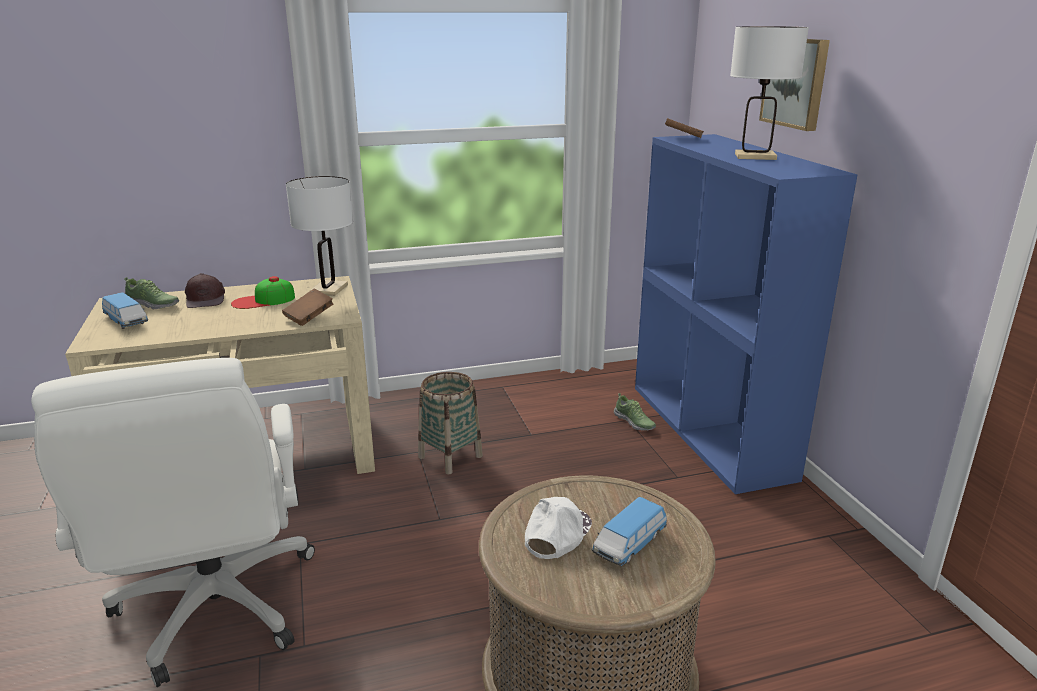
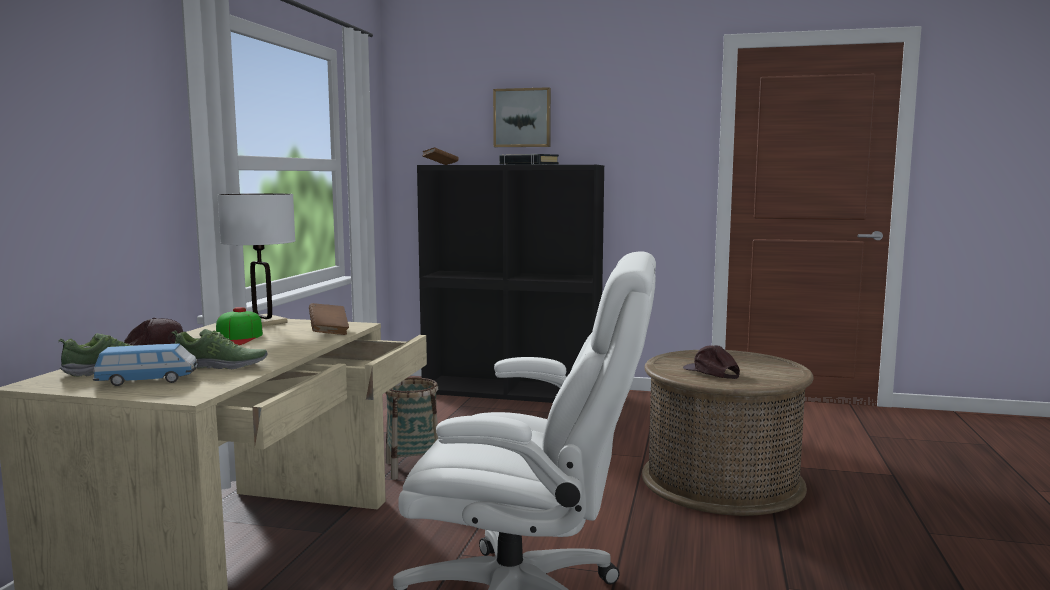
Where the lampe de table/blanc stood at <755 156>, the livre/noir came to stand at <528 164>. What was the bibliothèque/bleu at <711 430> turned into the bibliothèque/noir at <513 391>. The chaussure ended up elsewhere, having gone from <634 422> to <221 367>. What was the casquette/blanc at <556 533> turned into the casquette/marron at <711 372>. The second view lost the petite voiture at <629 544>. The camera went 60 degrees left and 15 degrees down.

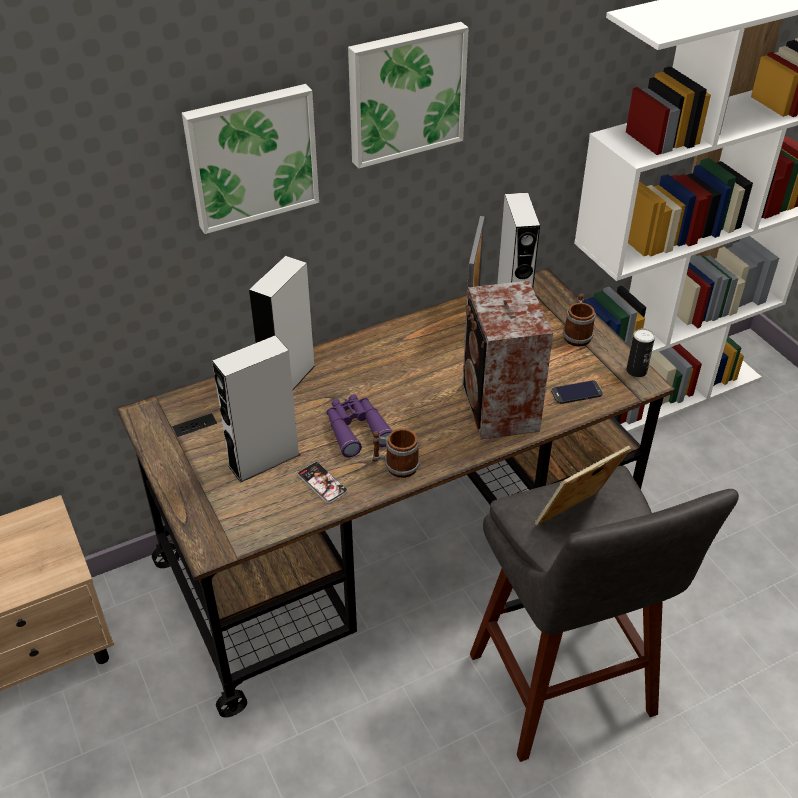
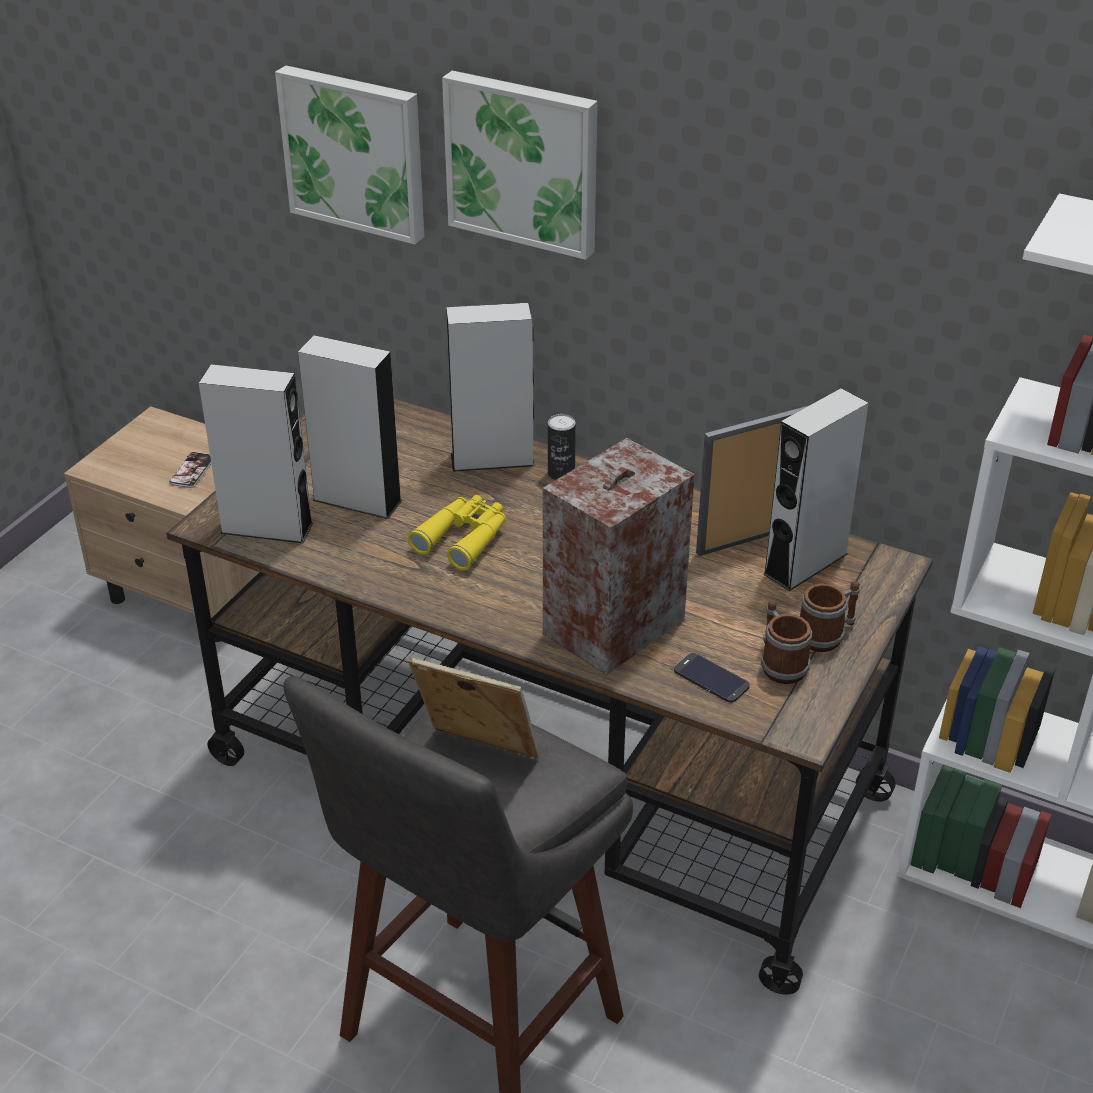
The tableau ended up elsewhere, having gone from <405 93> to <356 152>. The boîte métallique ended up elsewhere, having gone from <636 371> to <561 473>. What was the jumelles/violet at <356 429> turned into the jumelles/jaune at <464 538>. The mug ended up elsewhere, having gone from <395 465> to <779 663>. The téléphone ended up elsewhere, having gone from <322 483> to <192 471>. The second view gained the enceinte/gris at <267 528>. The camera went 55 degrees right and 5 degrees down.

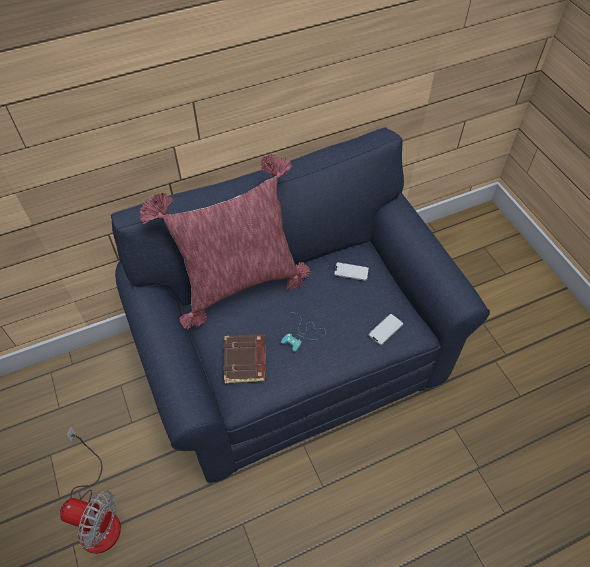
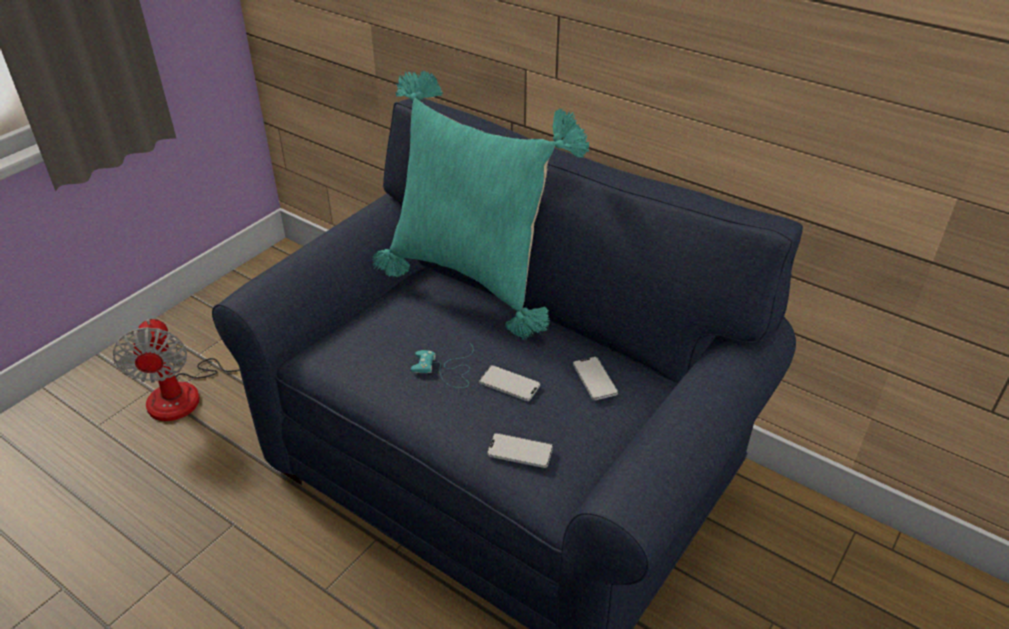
What was the coussin/rouge at <238 289> turned into the coussin/turquoise at <474 289>. The second view lost the livre/marron at <246 361>. The second view gained the téléphone at <509 384>. The camera went 60 degrees right and 15 degrees down.

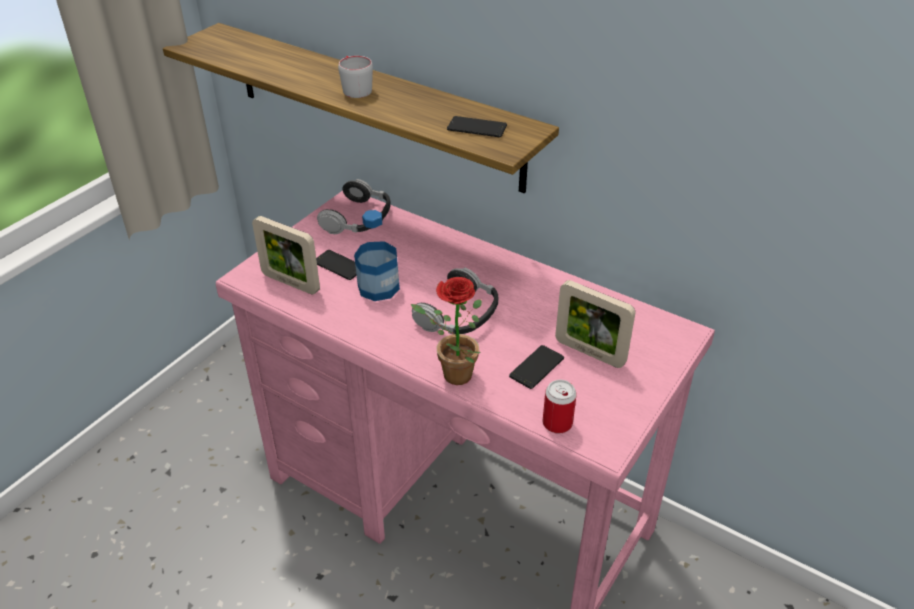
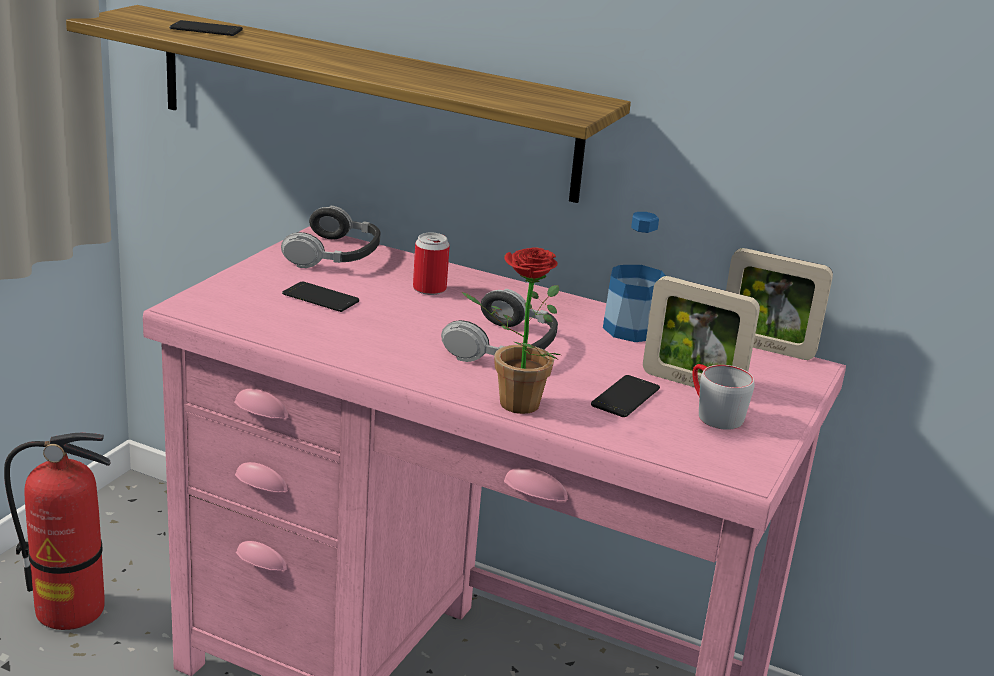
The mug/gris ended up elsewhere, having gone from <354 88> to <712 413>. The téléphone ended up elsewhere, having gone from <477 128> to <206 30>. The bouteille ended up elsewhere, having gone from <378 287> to <631 329>. The cadre photo ended up elsewhere, having gone from <290 283> to <766 348>. The boîte métallique ended up elsewhere, having gone from <557 423> to <429 289>. The second view gained the extincteur at <71 610>. The camera went 10 degrees left and 15 degrees down.

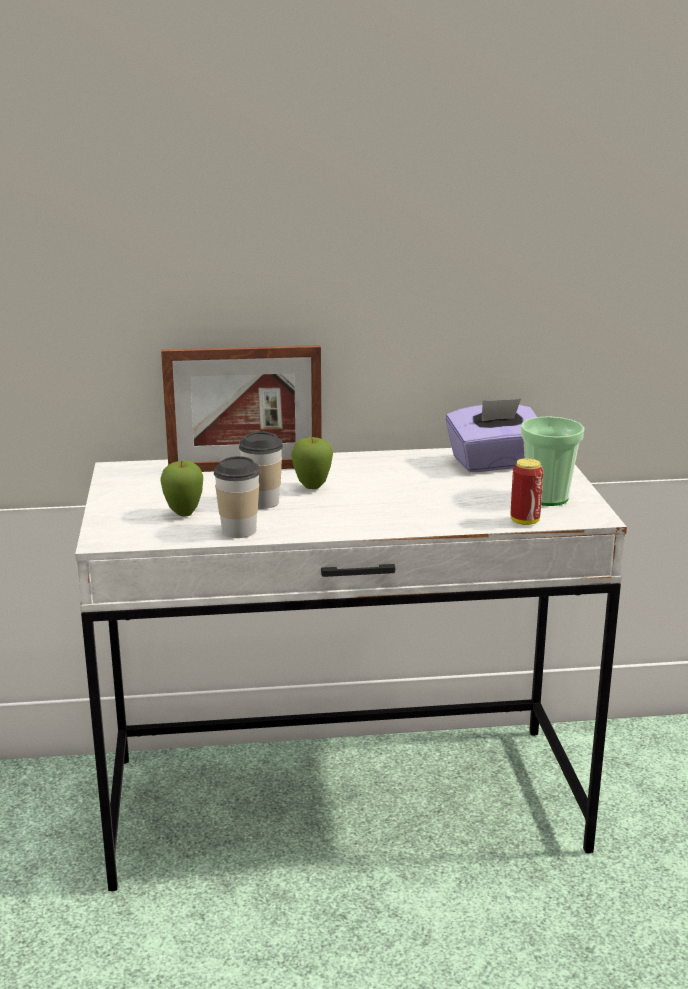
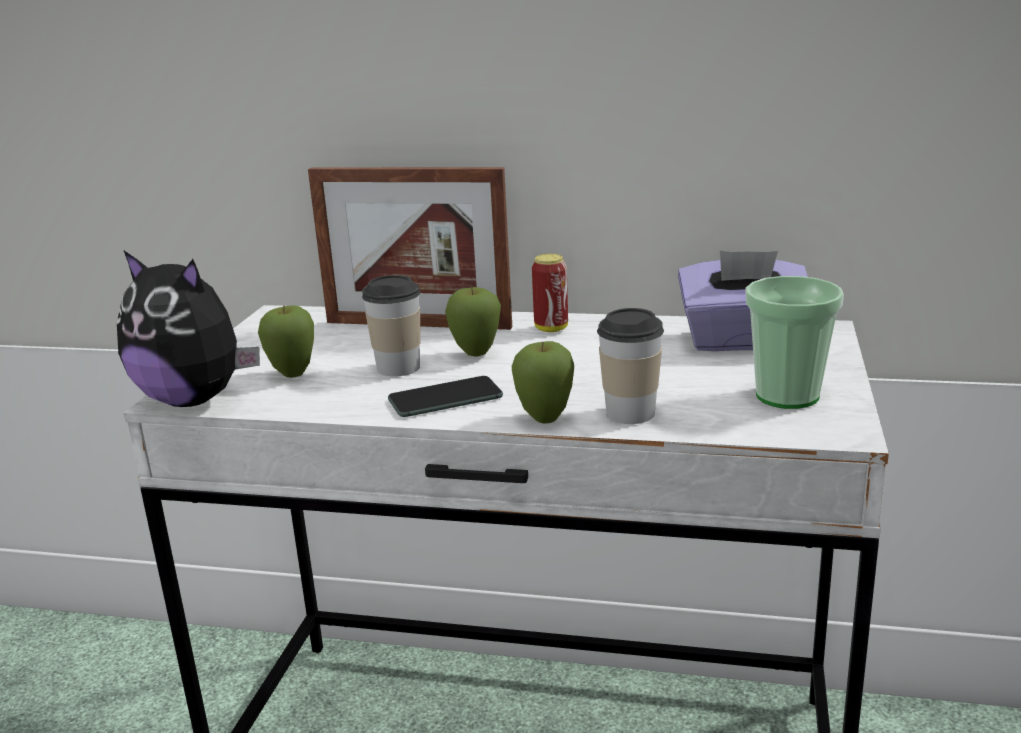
The tasse ended up elsewhere, having gone from <239 530> to <630 413>. The boîte métallique ended up elsewhere, having gone from <524 521> to <551 328>. The second view gained the peluche at <195 399>. The second view gained the pomme at <545 419>. The second view gained the téléphone at <445 398>. The camera went 20 degrees right and 0 degrees up.

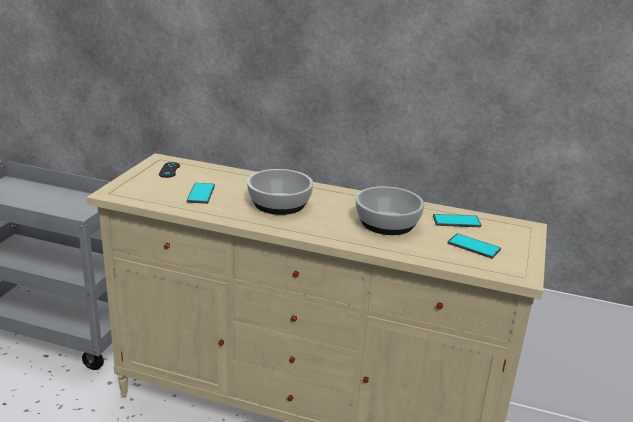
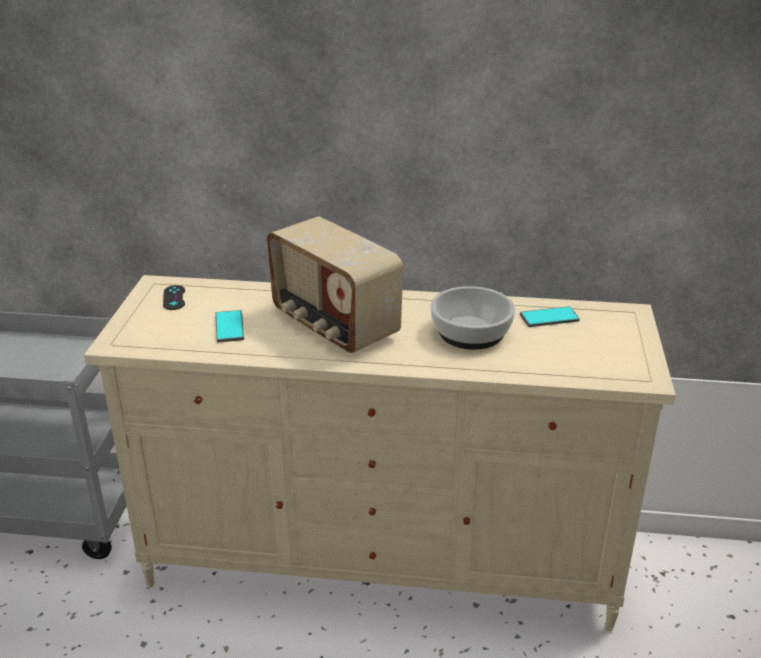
Where the bol stood at <280 203>, the radio came to stand at <333 325>. The second view lost the téléphone at <473 246>. The camera went 10 degrees left and 5 degrees up.

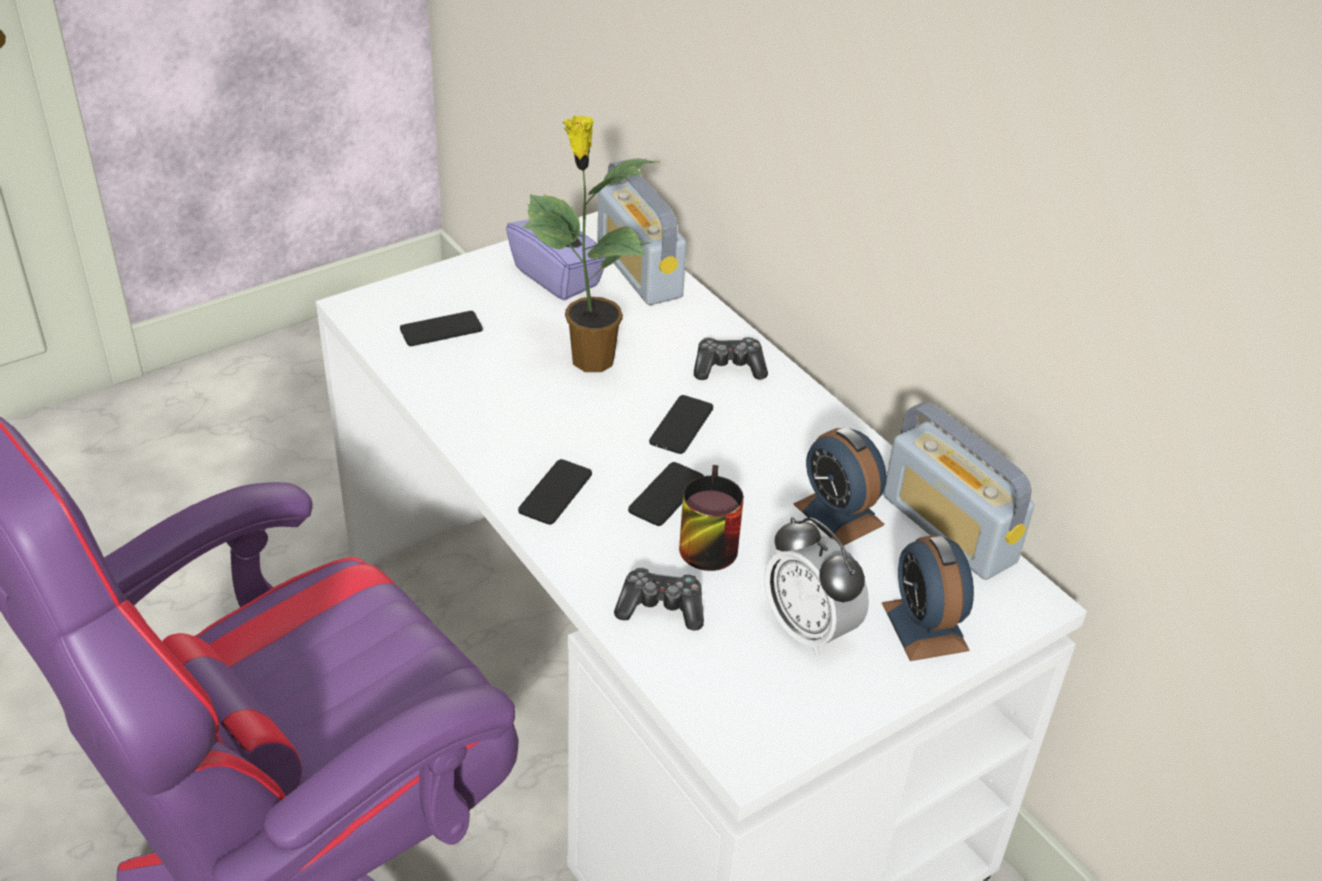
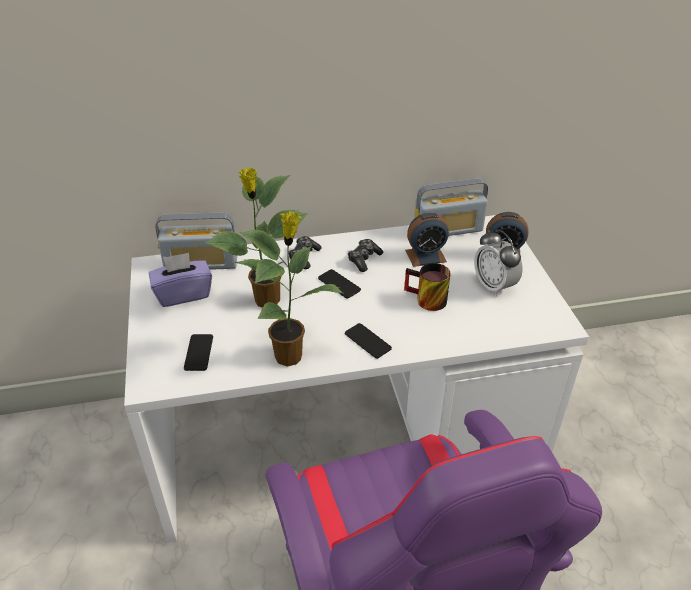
The second view lost the téléphone at <666 495>. The réveil at <809 629> ended up facing another way, 75 degrees clockwise from before. The manette ended up elsewhere, having gone from <661 608> to <364 259>. The second view gained the plante en pot at <290 355>. The camera went 65 degrees left and 0 degrees up.

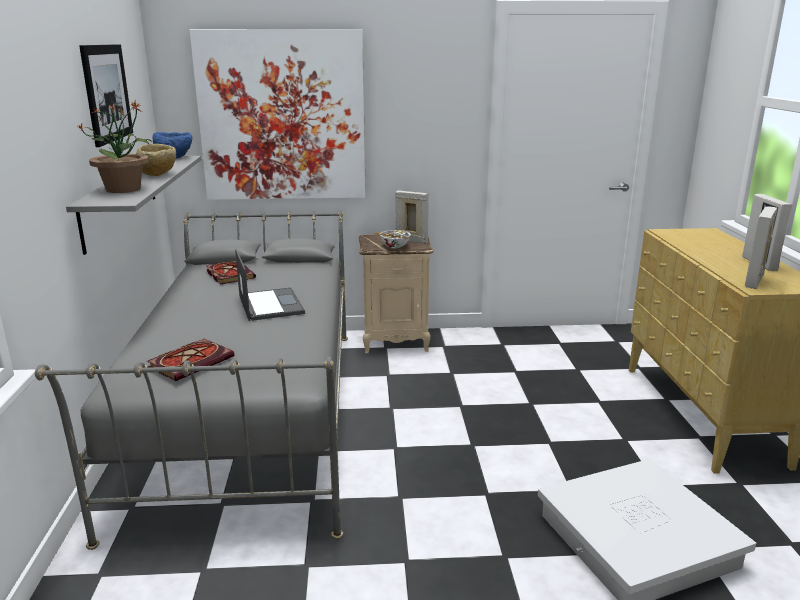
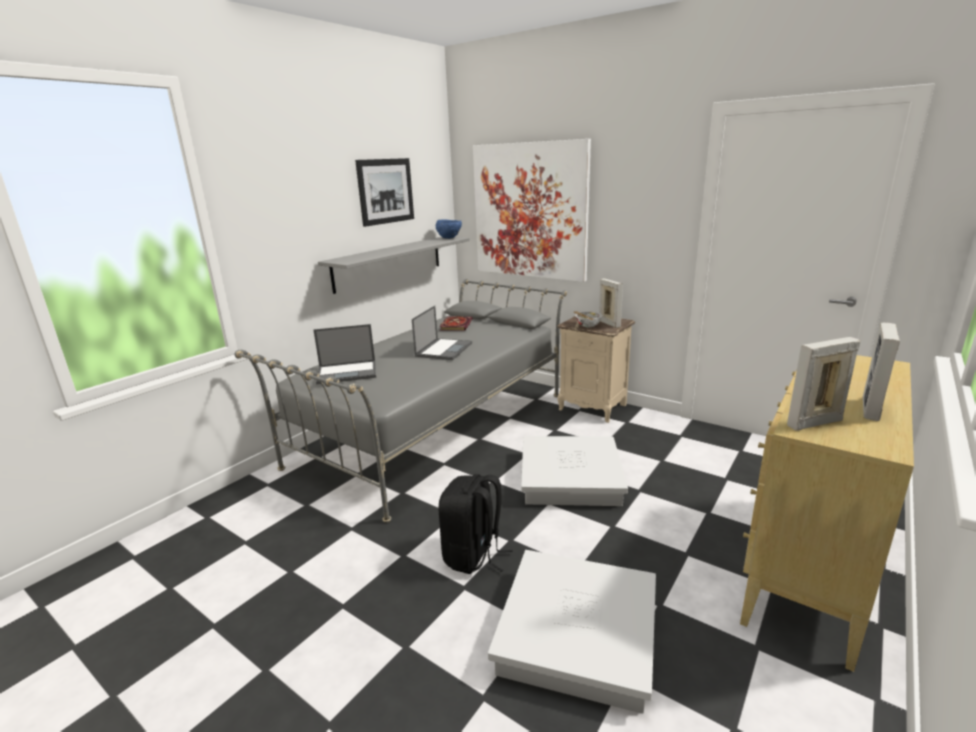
The second view lost the plante en pot at <124 189>. The second view lost the bol/beige at <158 175>. Where the livre stood at <192 361>, the ordinateur portable came to stand at <348 372>. The second view gained the boîte de rangement/blanc at <570 478>. The second view gained the sac à dos/noir at <473 555>. The camera went 40 degrees right and 0 degrees up.

